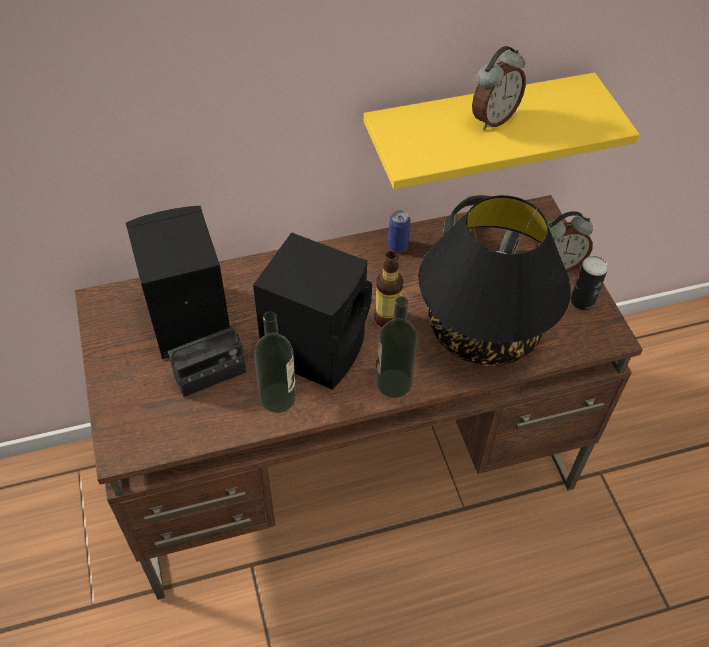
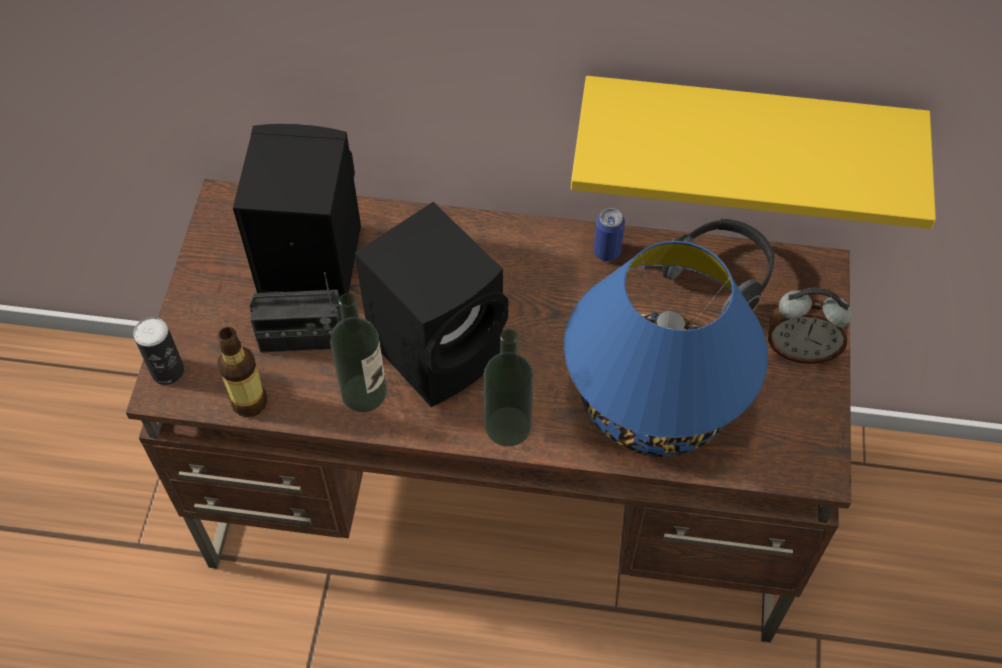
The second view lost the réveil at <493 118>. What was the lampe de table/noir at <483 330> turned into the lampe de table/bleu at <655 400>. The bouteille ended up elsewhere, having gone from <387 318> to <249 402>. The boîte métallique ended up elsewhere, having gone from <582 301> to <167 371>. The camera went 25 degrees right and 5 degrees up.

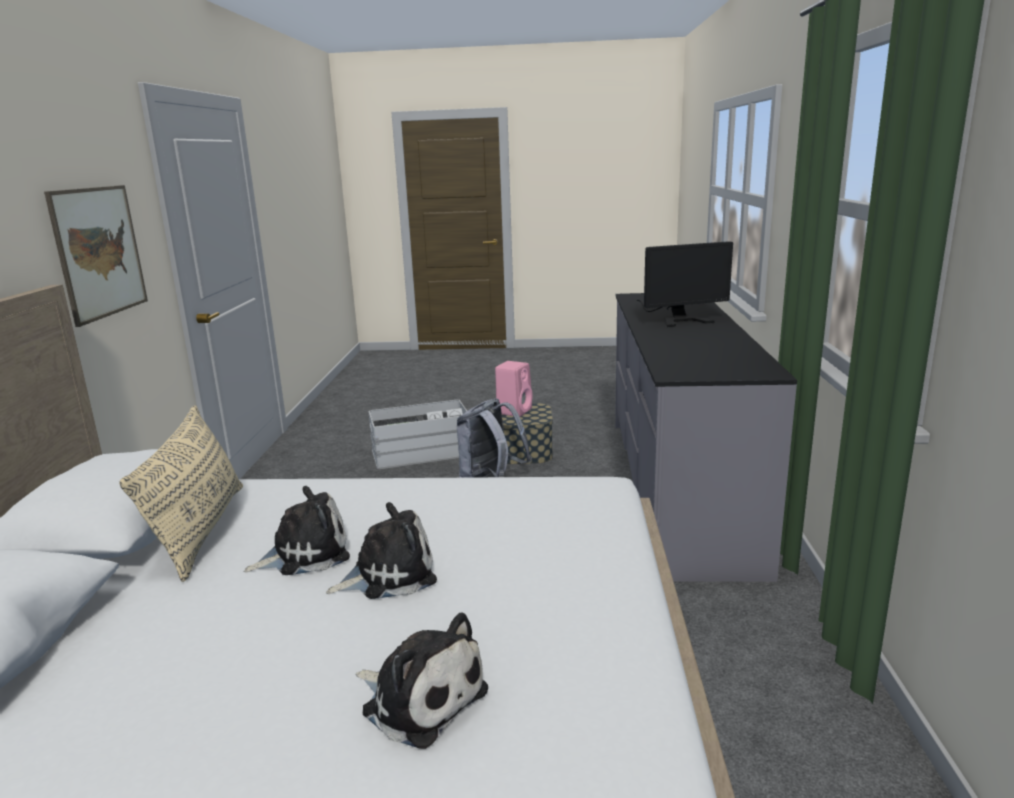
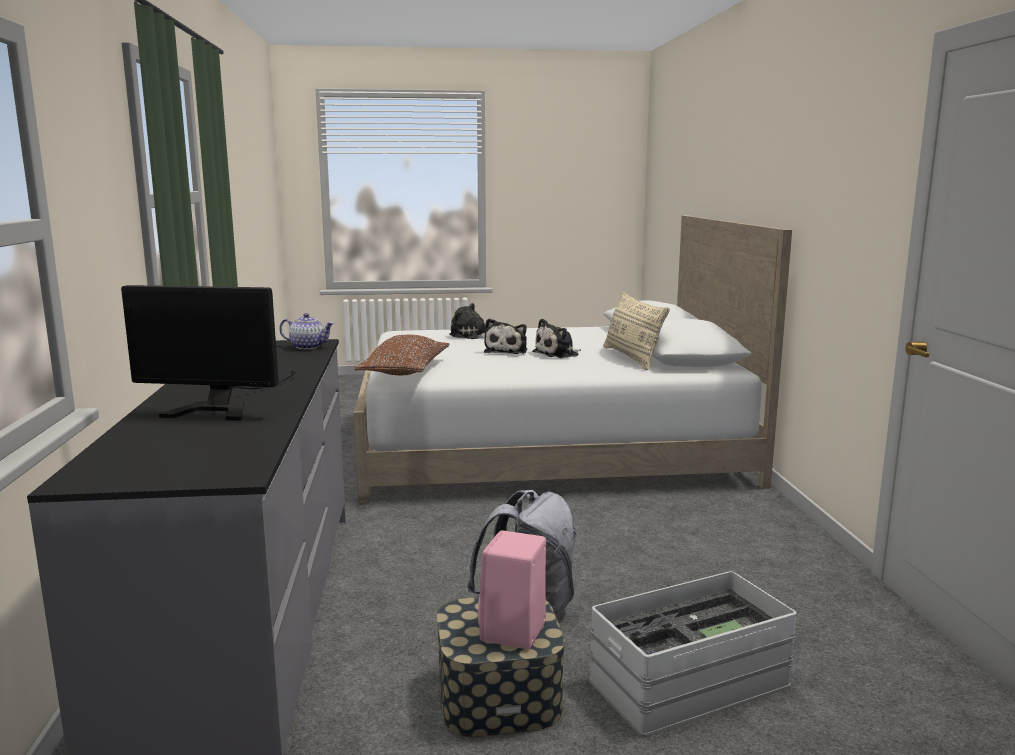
The second view lost the tableau at <99 252>. The écran d'ordinateur at <676 318> ended up facing another way, 150 degrees counterclockwise from before. The peluche at <389 574> ended up facing another way, 45 degrees counterclockwise from before. The second view gained the théière at <308 347>. The second view gained the coussin/marron at <405 371>. The camera went 170 degrees right and 5 degrees down.

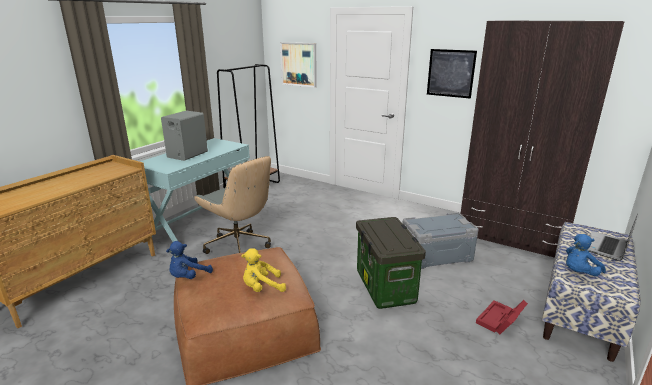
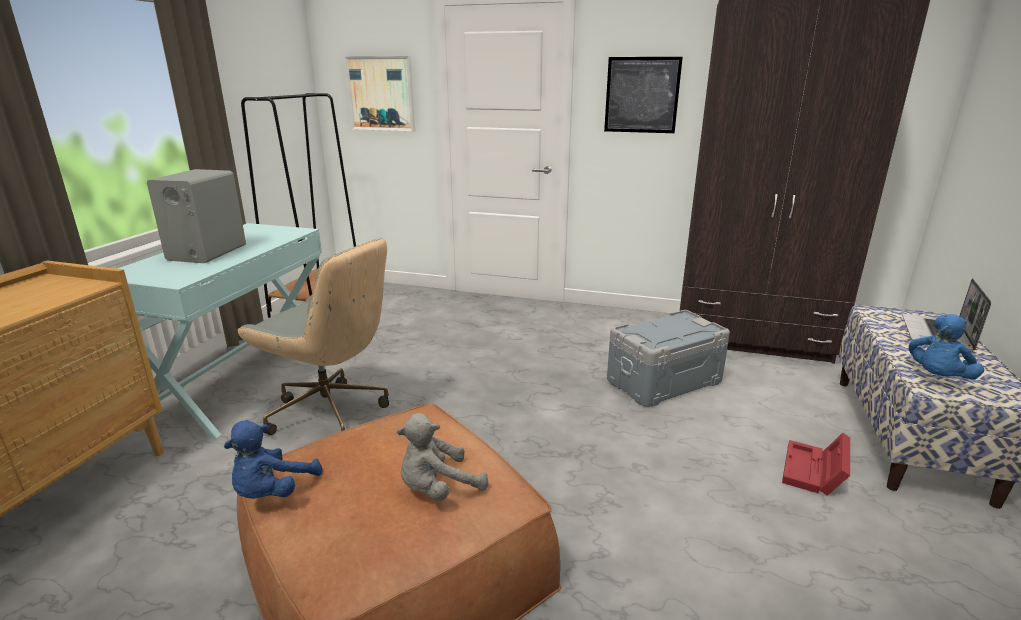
The second view lost the boîte de rangement at <386 287>. What was the peluche/jaune at <262 288> turned into the peluche/gris at <438 489>. The camera went 15 degrees left and 0 degrees up.

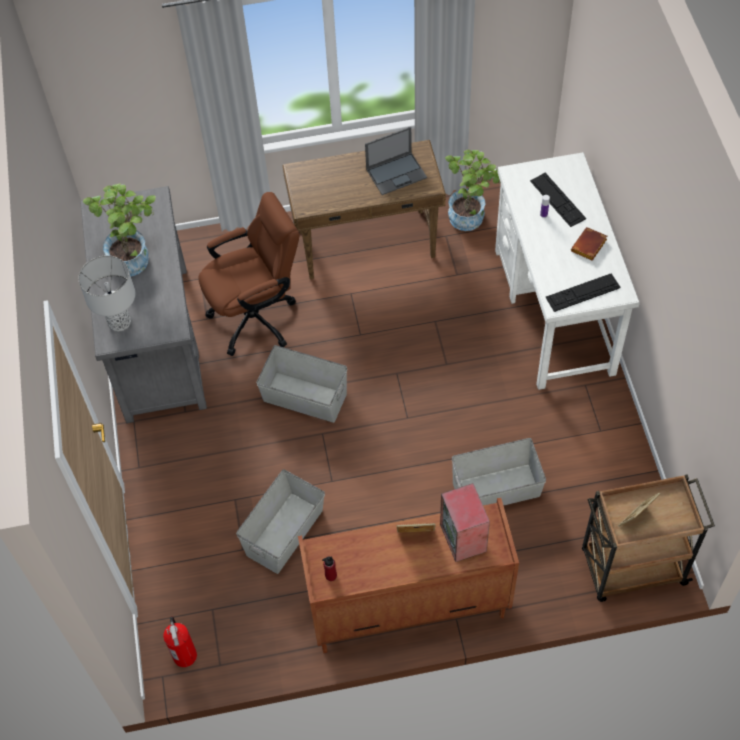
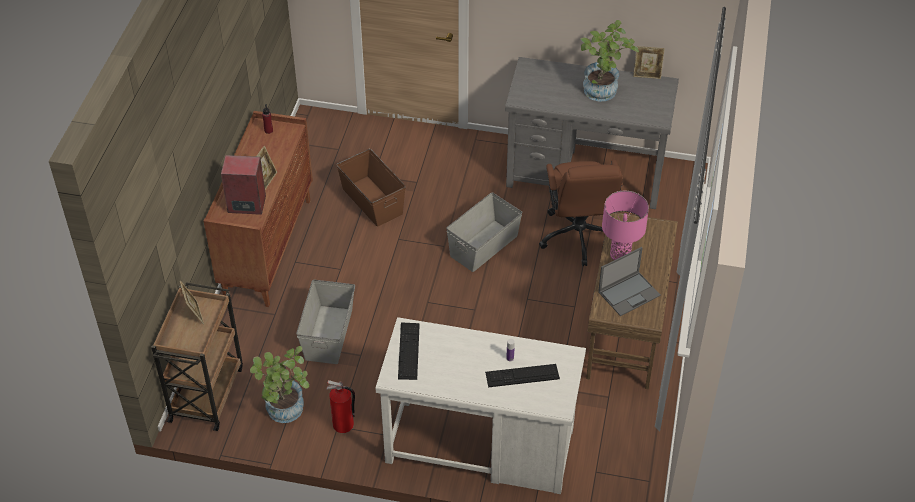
The ordinateur portable at <397 173> ended up facing another way, 120 degrees counterclockwise from before. The plante en pot ended up elsewhere, having gone from <471 215> to <285 413>. The second view lost the livre/marron at <589 247>. The second view lost the lampe de table/blanc at <119 321>. What was the boîte de rangement/gris at <285 532> turned into the boîte de rangement/marron at <372 201>. The extincteur ended up elsewhere, having gone from <185 655> to <343 425>. The second view gained the cadre photo at <647 74>. The second view gained the lampe de table/rose at <620 255>. The camera went 110 degrees right and 10 degrees down.

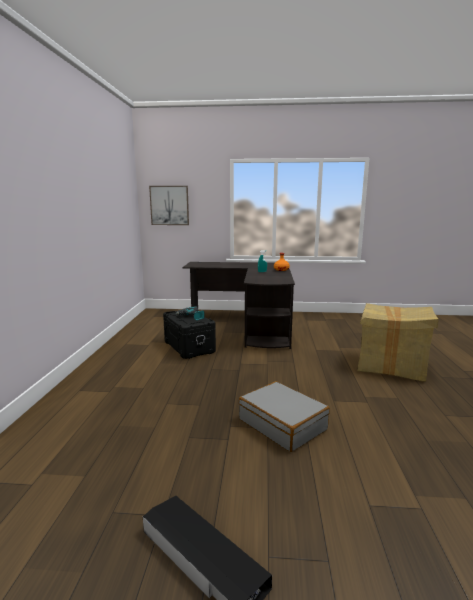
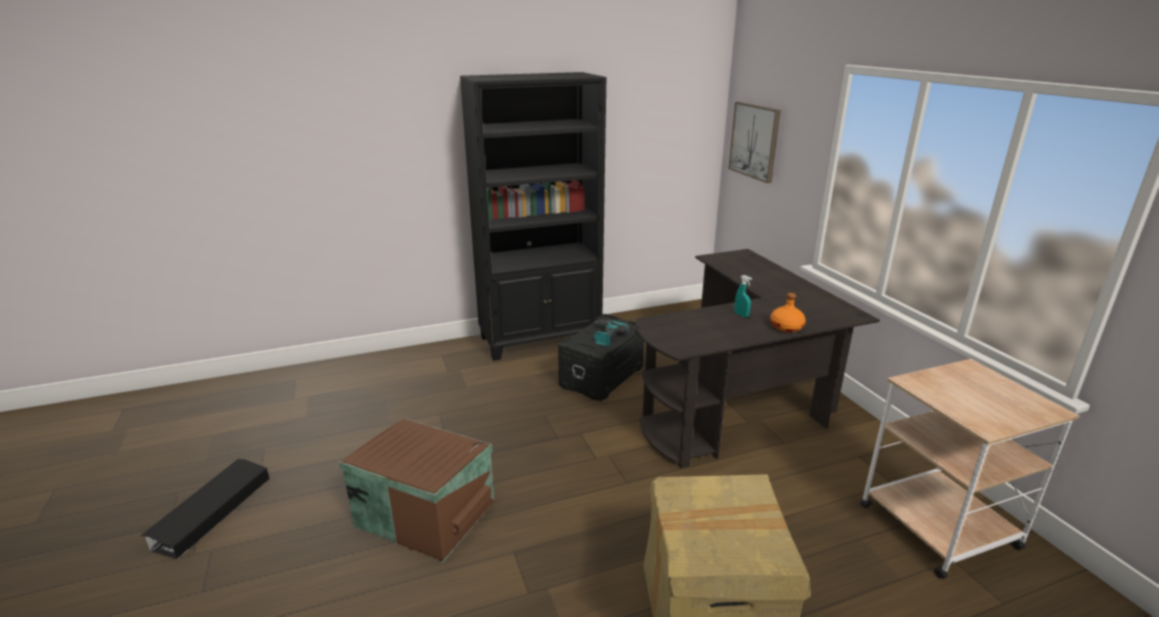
Where the valise/gris stood at <282 424>, the boîte de rangement/marron came to stand at <425 512>. The second view gained the bibliothèque/noir at <541 339>. The second view gained the chariot/beige at <939 528>. The camera went 65 degrees right and 10 degrees up.

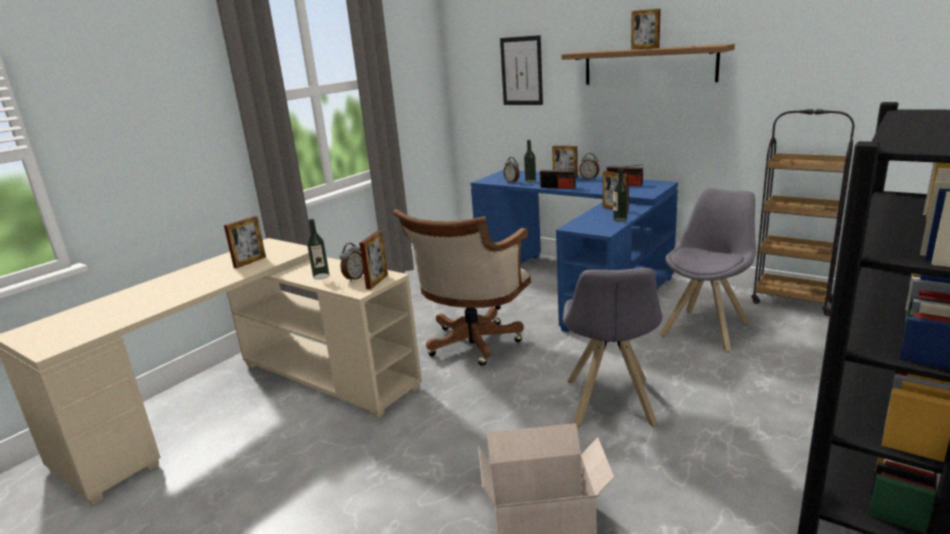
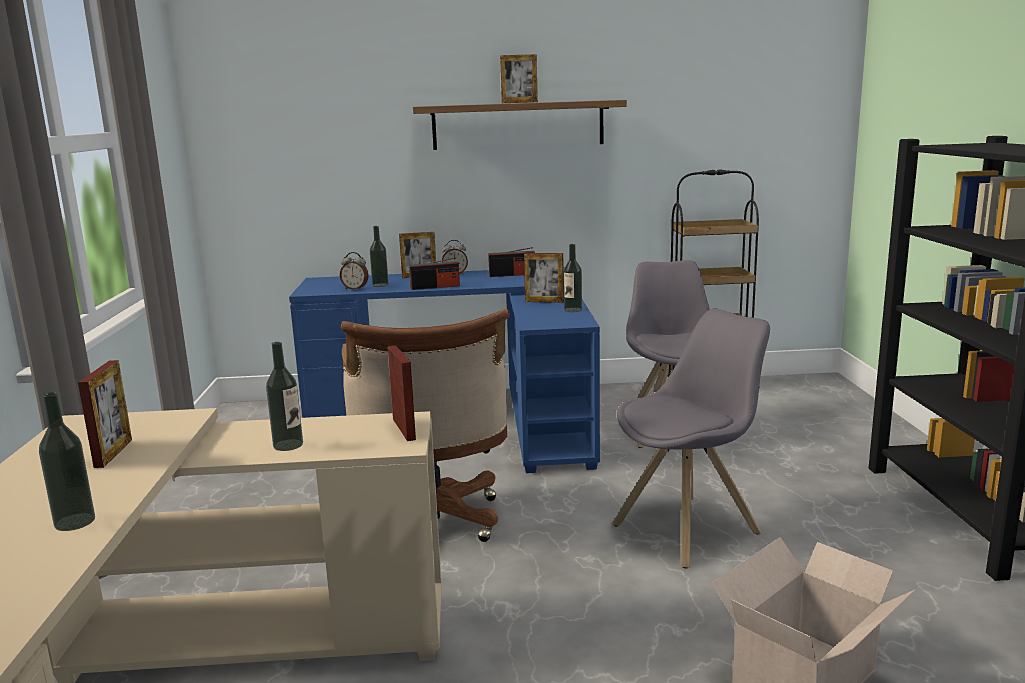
The second view lost the tableau at <521 71>. The second view lost the réveil at <354 278>. The chaise/gris at <610 402> ended up facing another way, 90 degrees counterclockwise from before. The second view gained the bouteille at <75 522>. The camera went 40 degrees left and 5 degrees down.

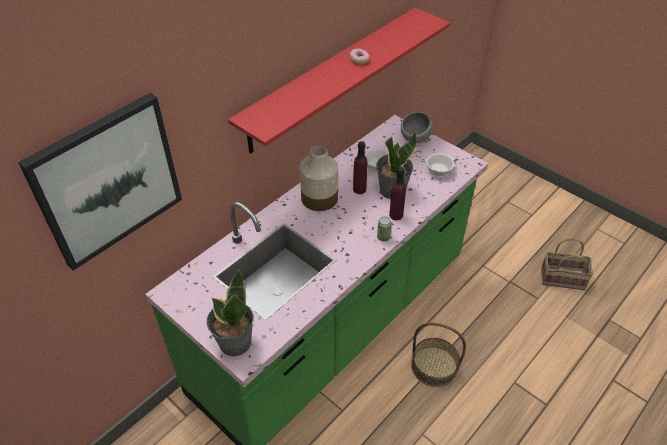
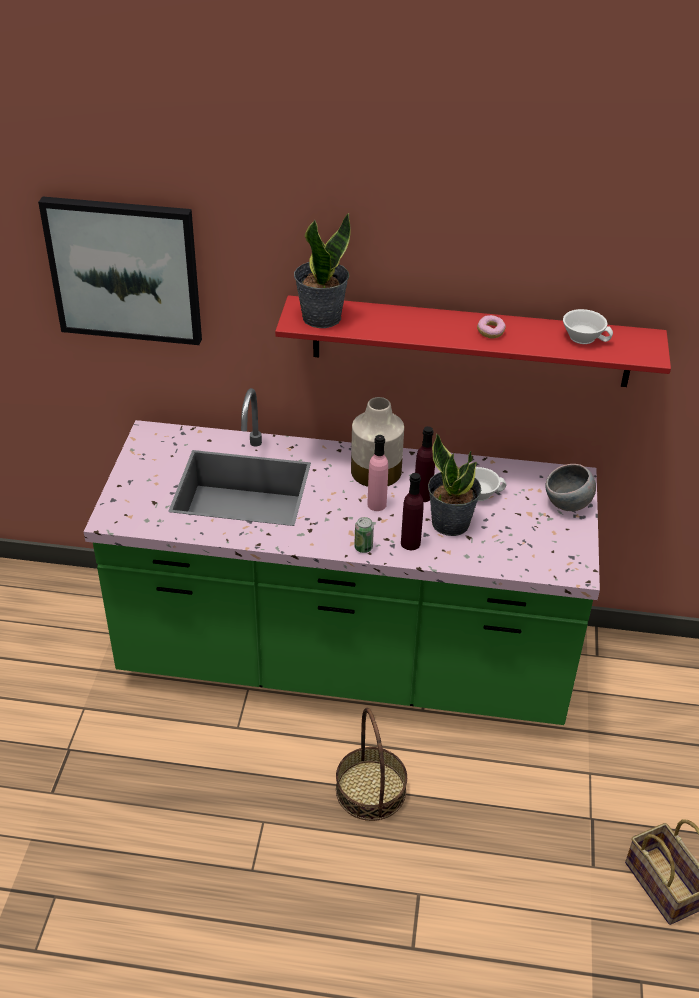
The tasse/blanc ended up elsewhere, having gone from <438 170> to <584 336>. The plante en pot ended up elsewhere, having gone from <234 342> to <321 317>. The second view gained the bouteille/rose at <376 504>. The camera went 55 degrees right and 5 degrees down.

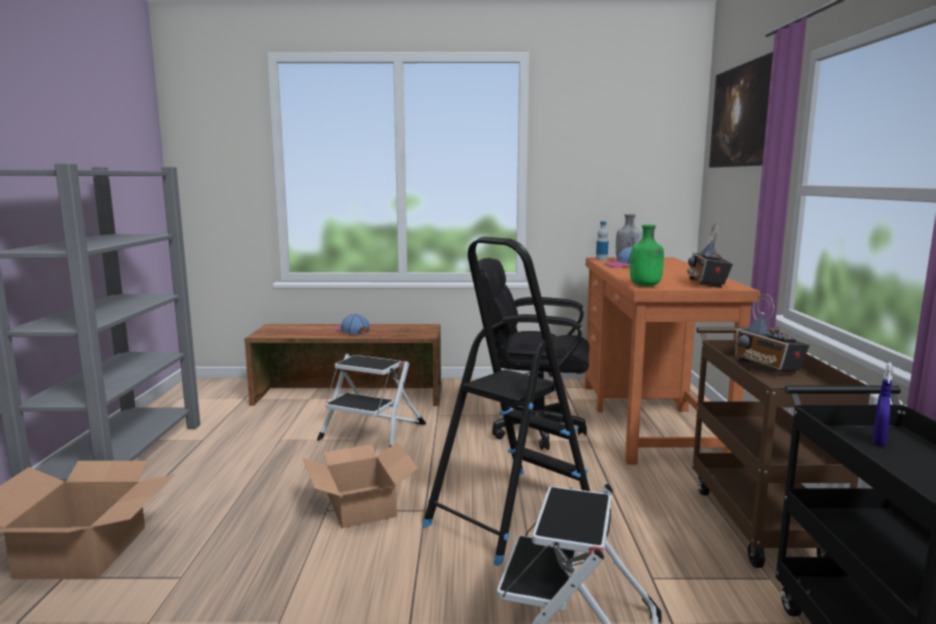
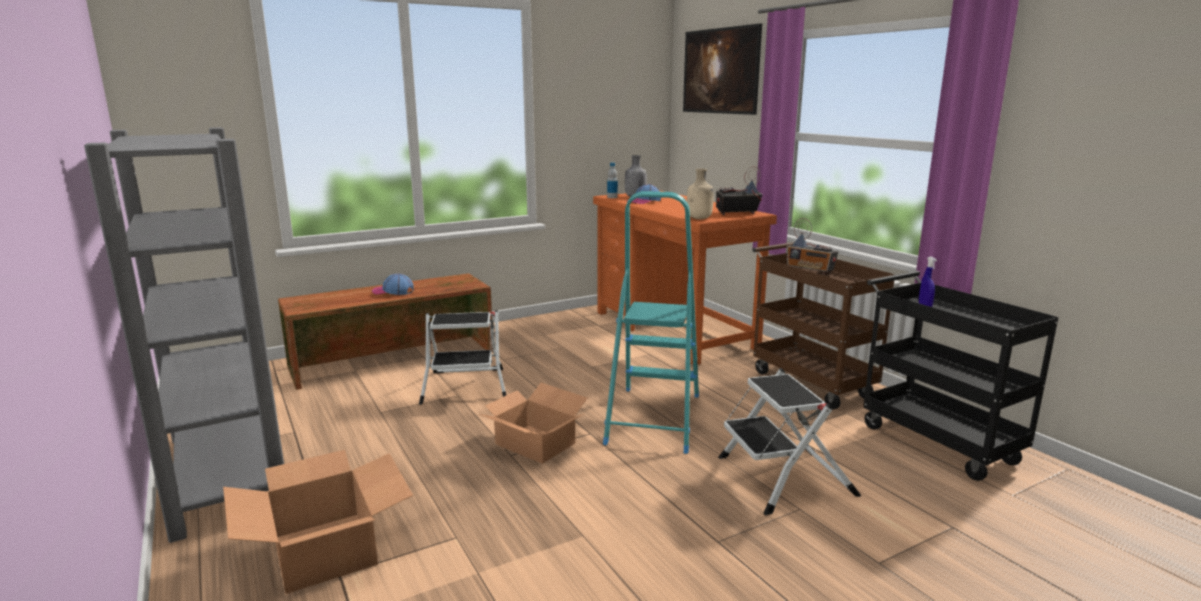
The radio at <707 284> ended up facing another way, 105 degrees clockwise from before. What was the bouteille/vert at <645 285> turned into the bouteille/beige at <699 218>. What was the escabeau/noir at <512 511> turned into the escabeau/turquoise at <654 417>. The second view lost the chaise de bureau/noir at <531 431>. The camera went 30 degrees left and 5 degrees up.

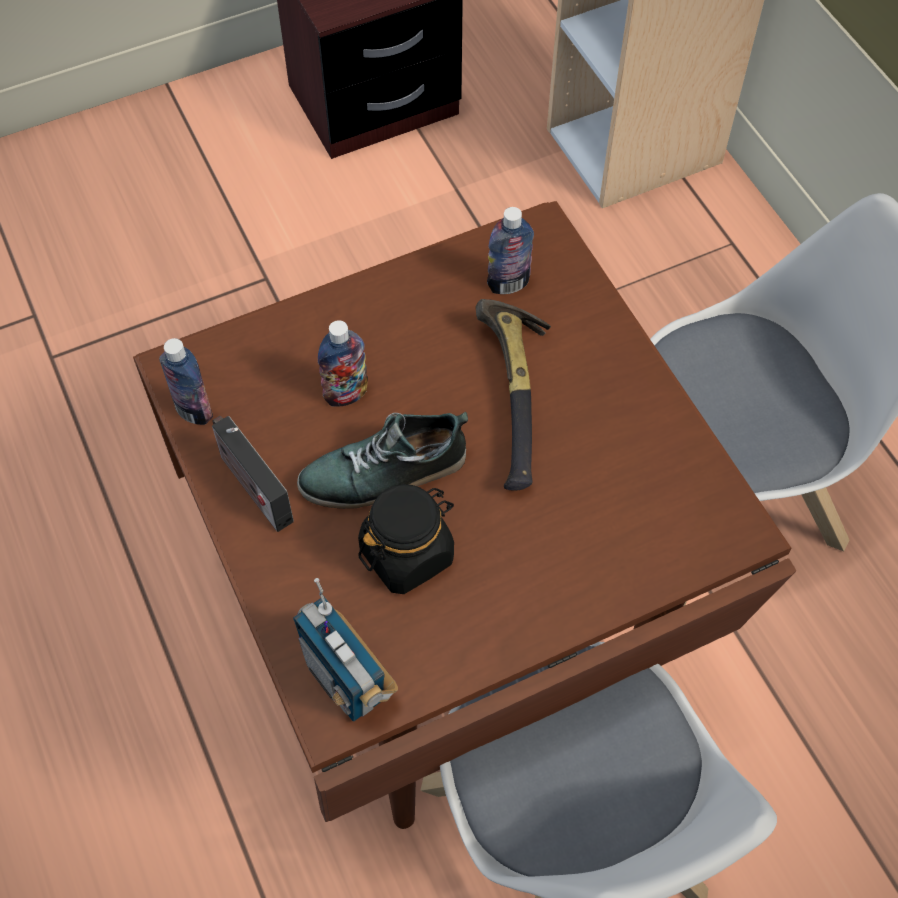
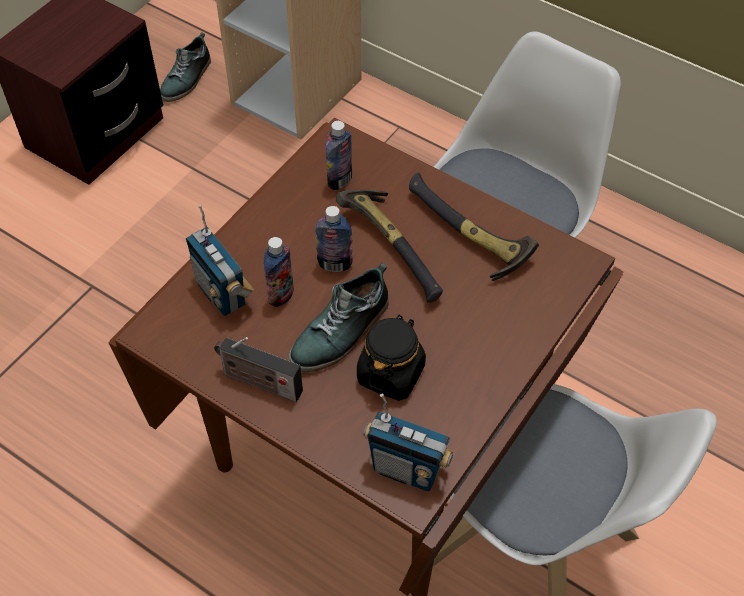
The bouteille ended up elsewhere, having gone from <194 411> to <335 264>. The second view gained the chaussure at <187 79>. The second view gained the marteau at <466 237>. The second view gained the radio at <222 293>. The camera went 30 degrees left and 5 degrees down.

